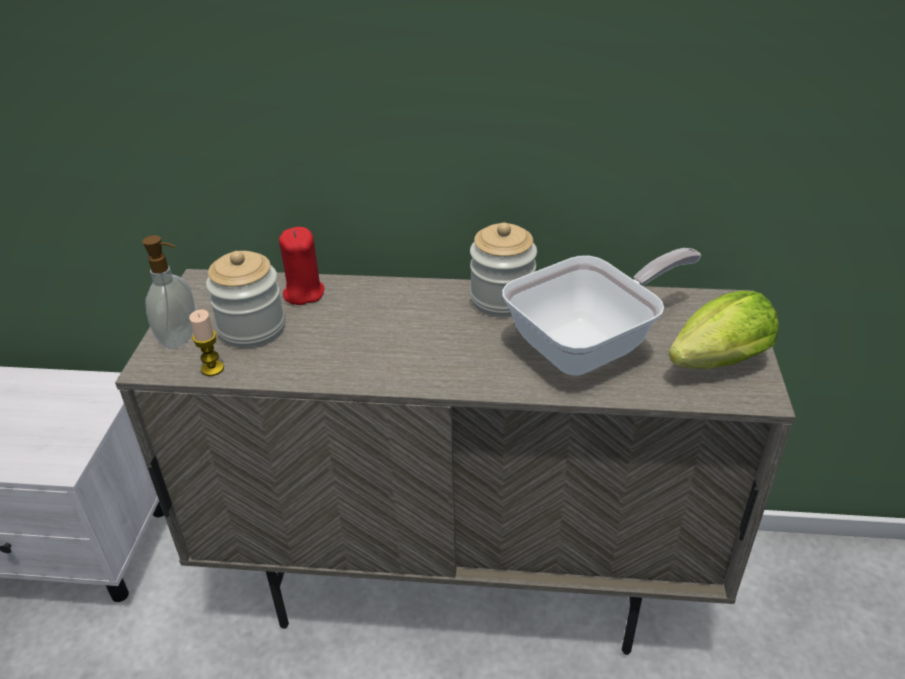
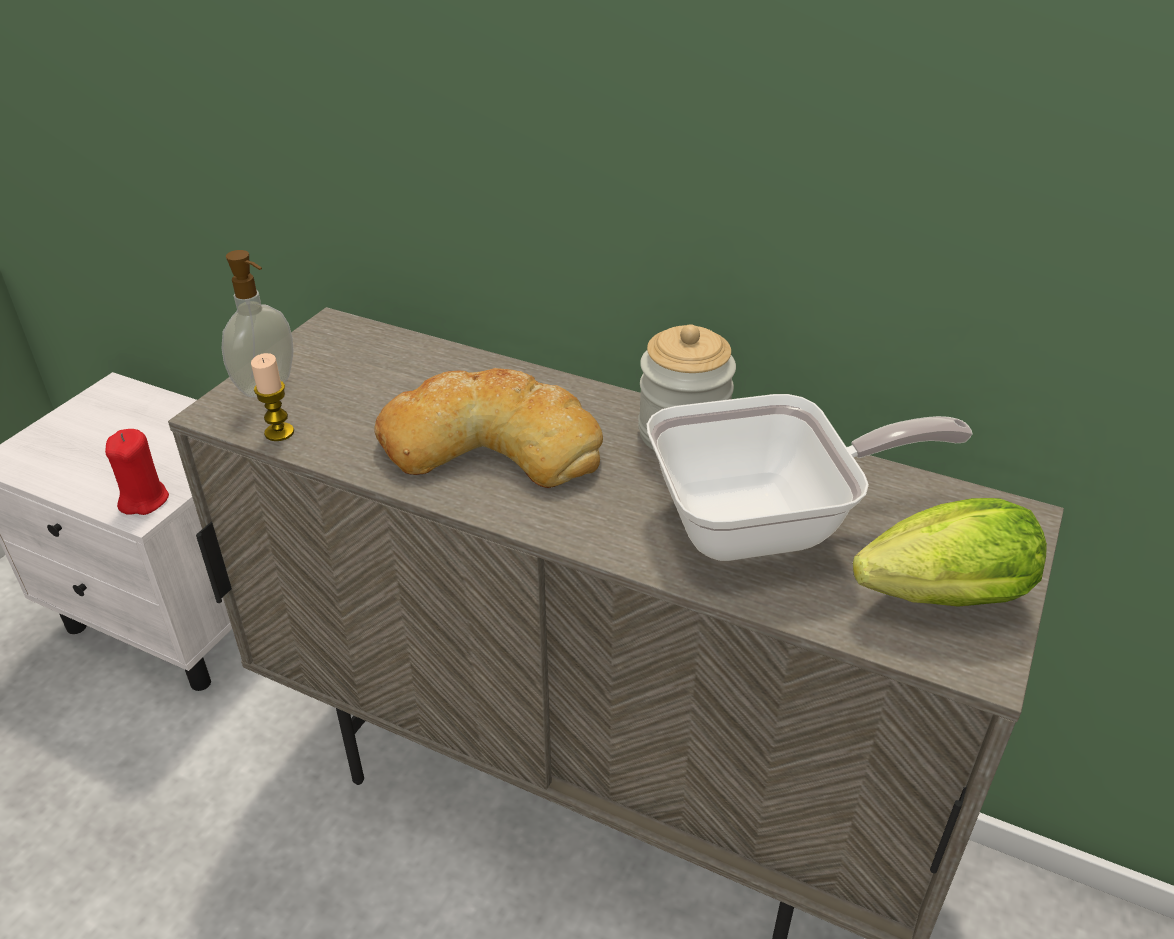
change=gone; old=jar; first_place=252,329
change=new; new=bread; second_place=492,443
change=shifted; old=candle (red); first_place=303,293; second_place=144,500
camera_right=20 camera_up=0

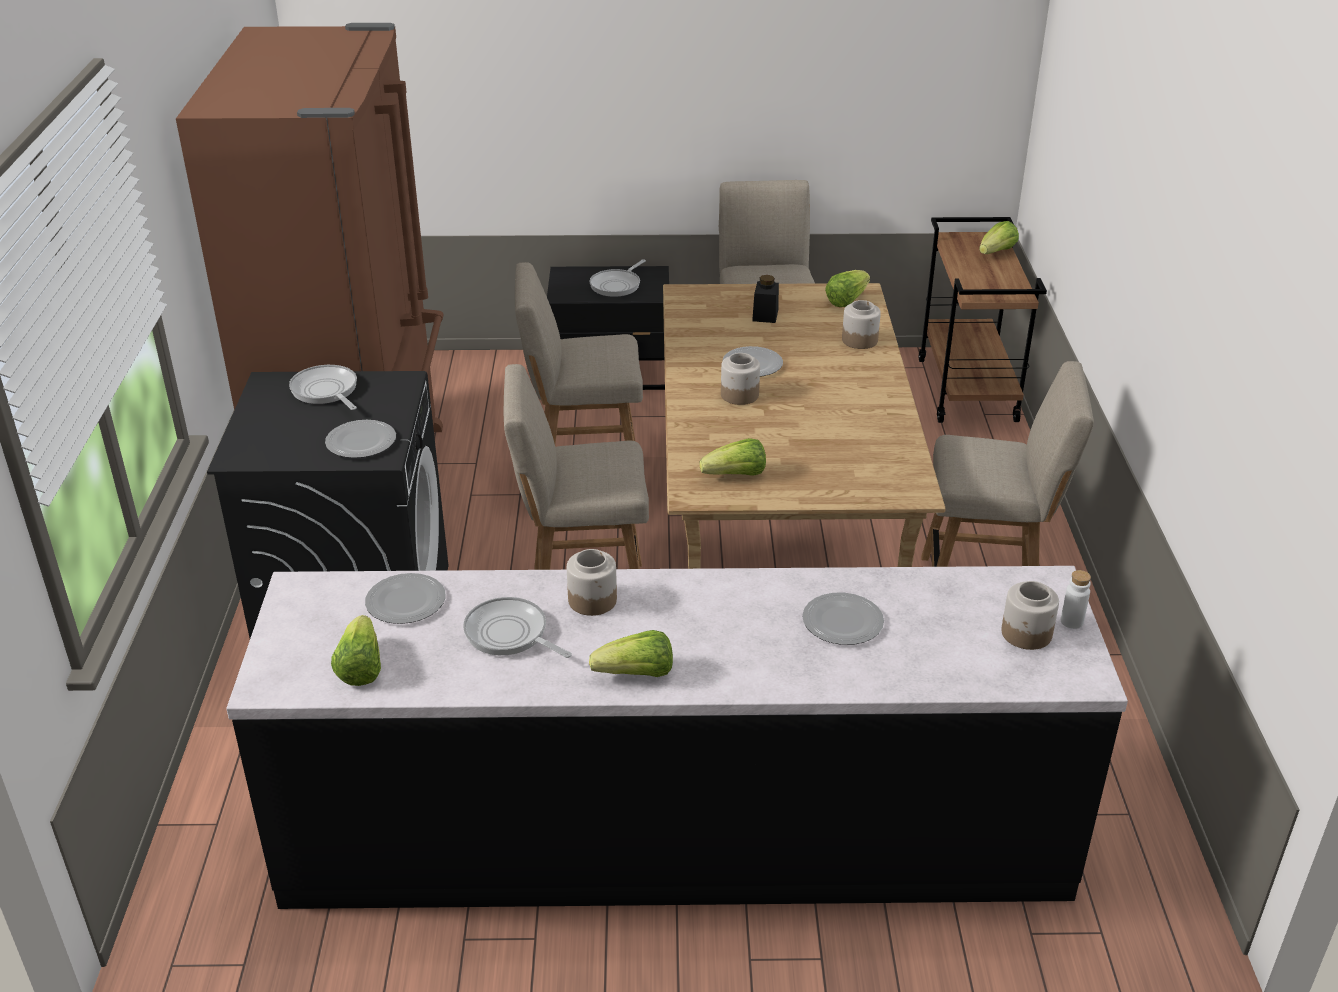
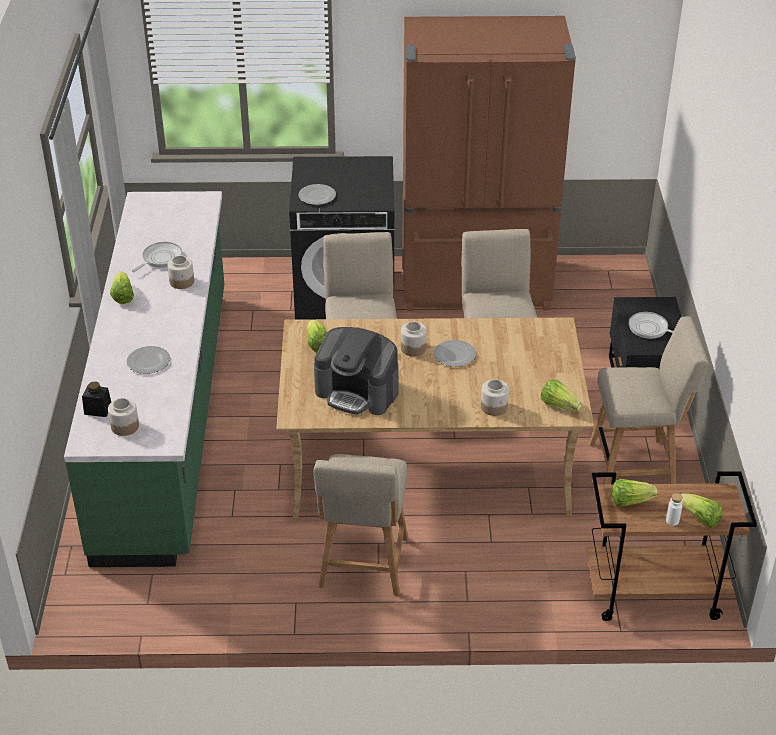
change=gone; old=frying pan; first_place=326,391
change=gone; old=plate; first_place=407,601
change=new; new=coffee machine; second_place=358,391
change=shifted; old=lettuce; first_place=360,667; second_place=630,501
change=shifted; old=jar (black); first_place=765,315; second_place=98,409
change=shifted; old=bottle (white); first_place=1071,621; second_place=672,521
change=repainted; old=counter (black); new=counter (green); first_place=675,831; second_place=167,417
camera_right=90 camera_up=5

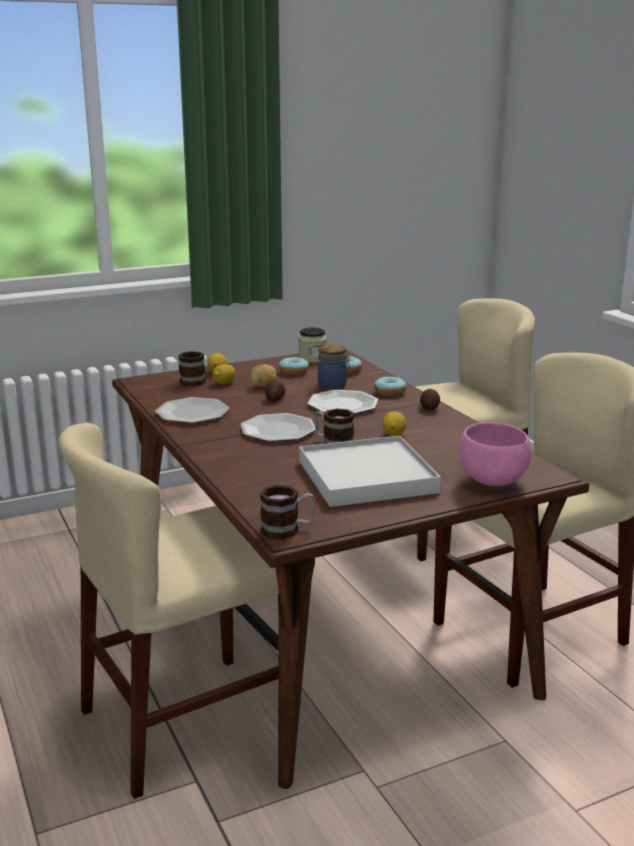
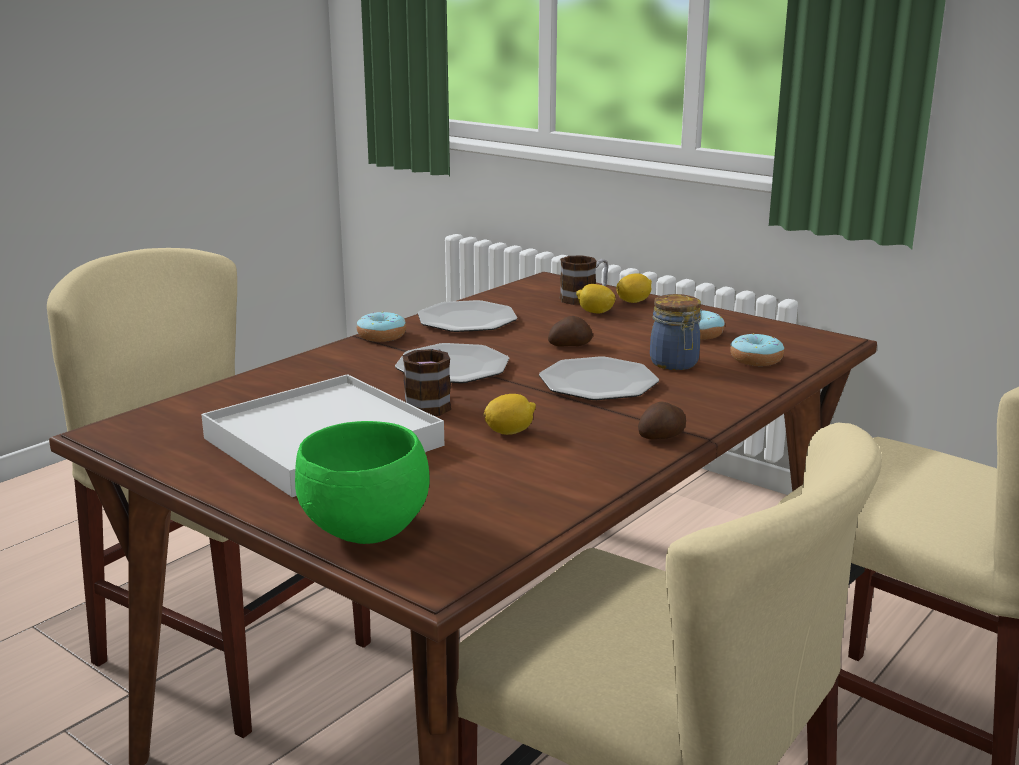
change=gone; old=potato; first_place=264,386
change=gone; old=mug; first_place=288,530
change=gone; old=jar; first_place=312,359
change=shifted; old=donut; first_place=390,392; second_place=381,336
change=repainted; old=bowl (pink); new=bowl (green); first_place=494,482; second_place=367,532
camera_right=65 camera_up=0

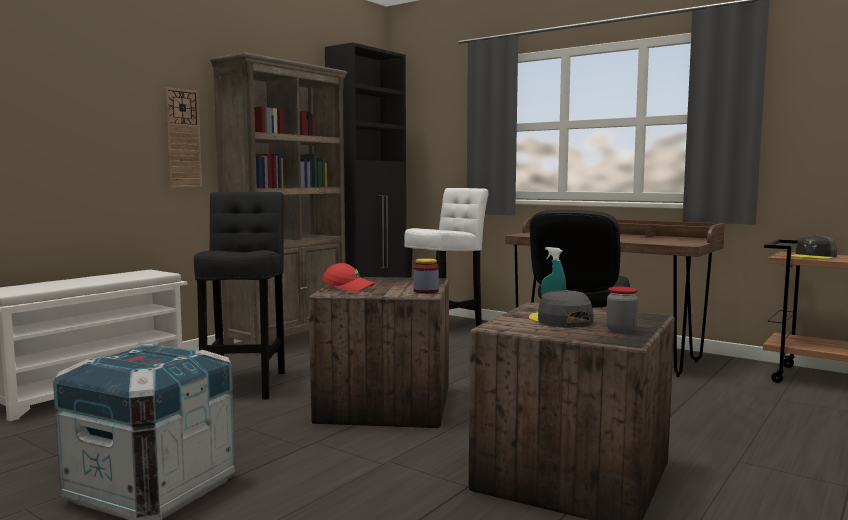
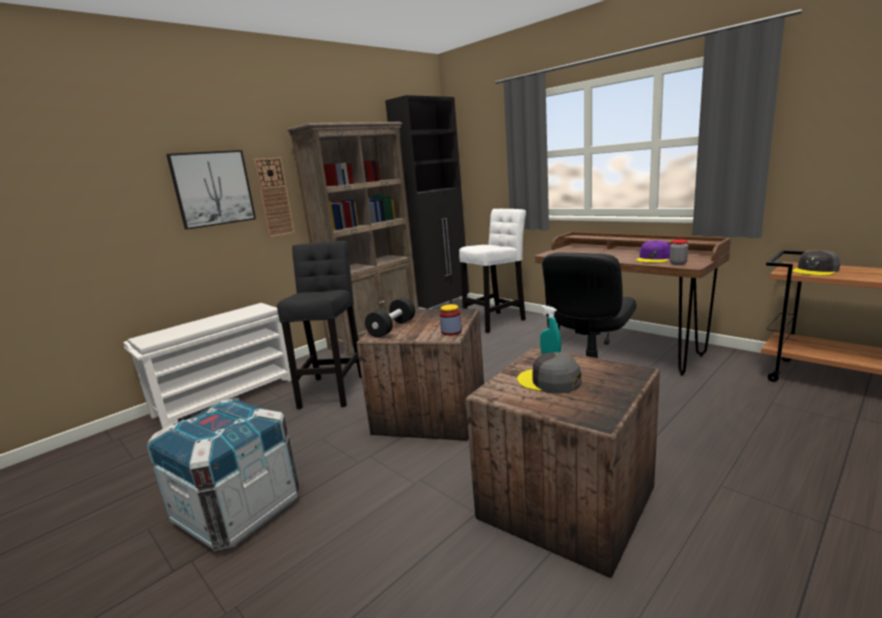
change=new; new=picture; second_place=213,188
change=new; new=cap (purple); second_place=654,259
change=shifted; old=jar; first_place=621,330; second_place=678,263
change=swapped; old=cap (red); new=dumbbell (black); first_place=349,288; second_place=392,328
change=rotated; old=cap (grey); first_place=560,320; second_place=549,381; degrees=-45
camera_right=10 camera_up=10

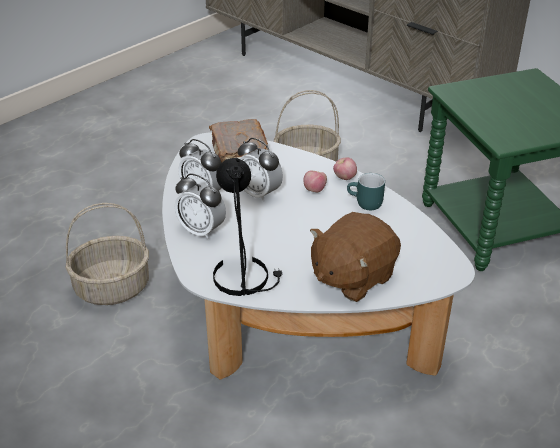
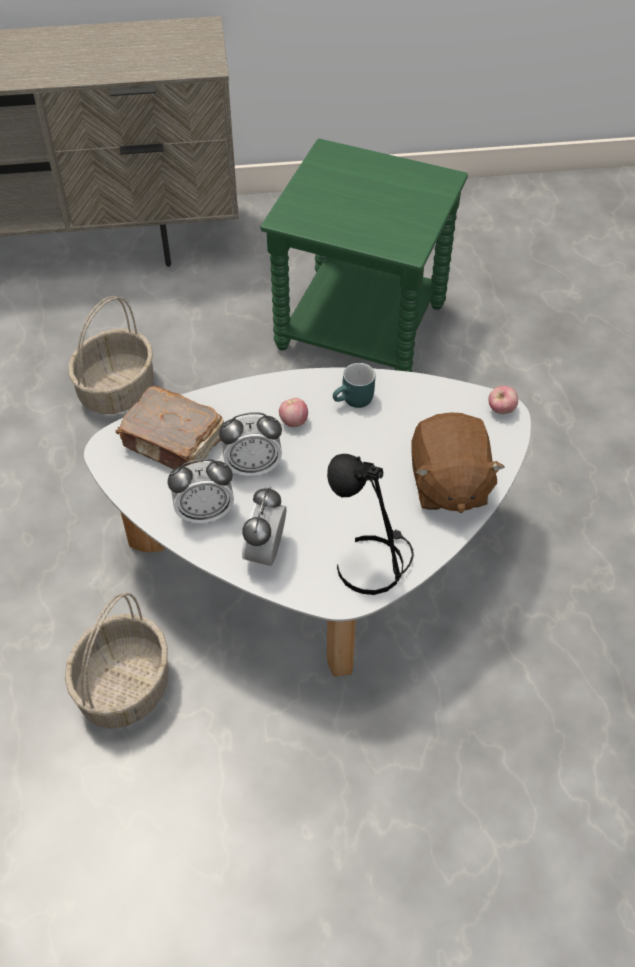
change=shifted; old=apple; first_place=344,178; second_place=501,410
change=rotated; old=alarm clock; first_place=201,231; second_place=265,552; degrees=120
camera_right=-50 camera_up=15

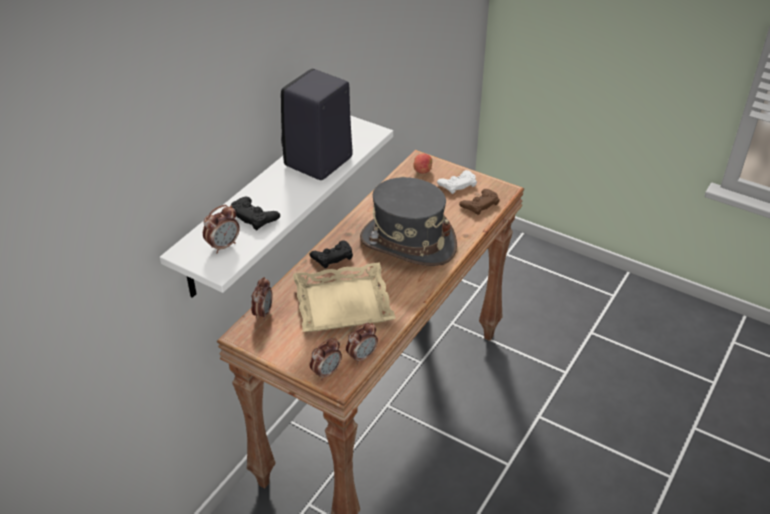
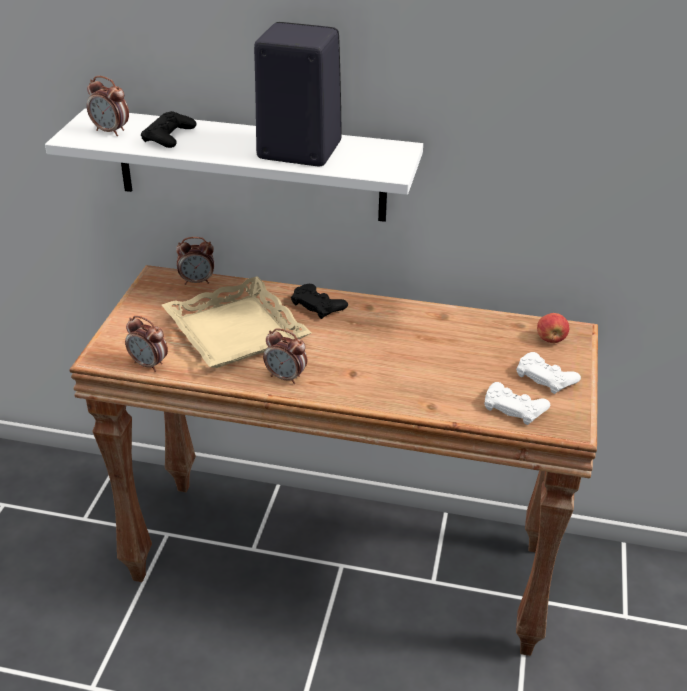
change=gone; old=hat (grey); first_place=407,243
change=shifted; old=alarm clock; first_place=326,372; second_place=286,377
change=repainted; old=game controller (brown); new=game controller (white); first_place=479,204; second_place=514,407
camera_right=70 camera_up=-5

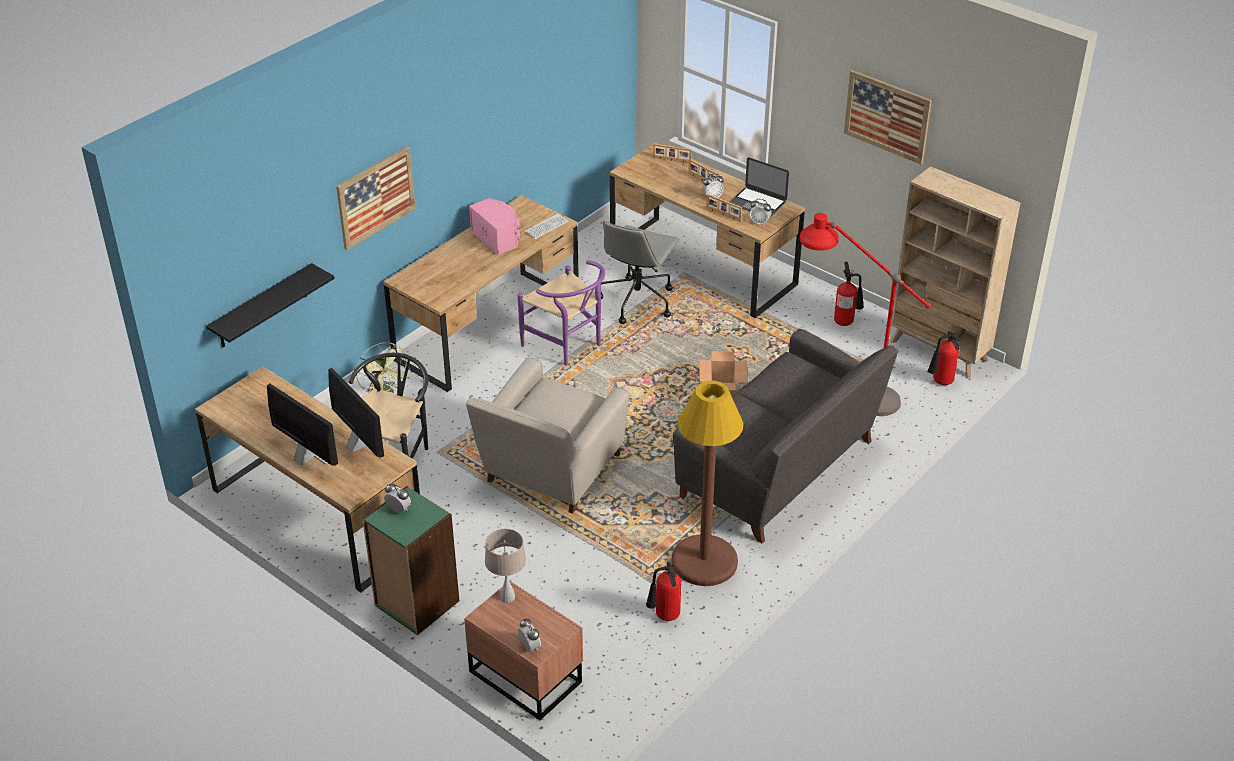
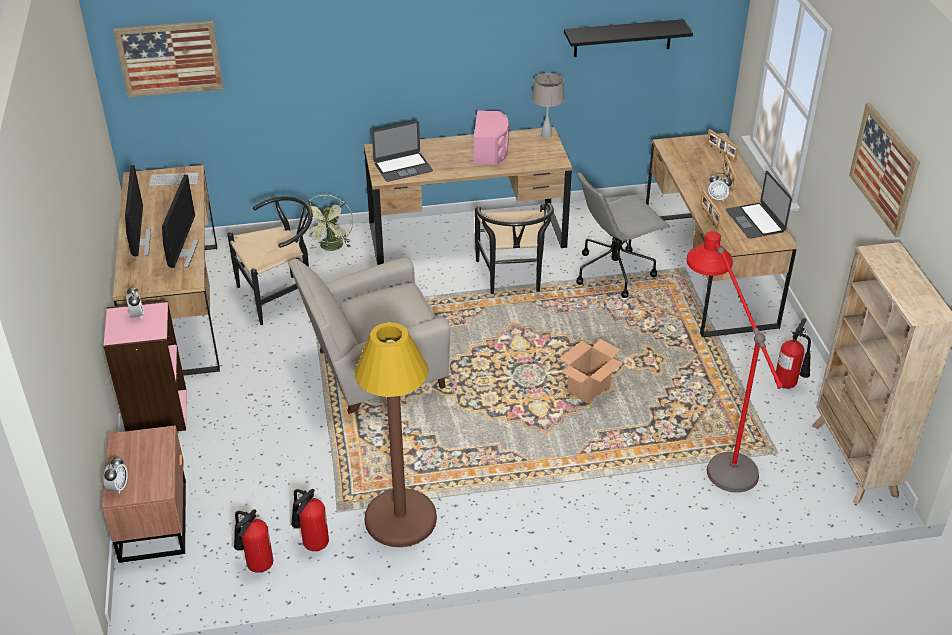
change=gone; old=sofa (grey); first_place=780,470
change=gone; old=alarm clock; first_place=759,222
change=new; new=laptop; second_place=403,167
change=shifted; old=shelf (black); first_place=262,307; second_place=622,38
change=shifted; old=picture; first_place=376,197; second_place=169,58
change=shifted; old=table lamp (beige); first_place=508,597; second_place=546,135
change=shifted; old=keyboard; first_place=546,227; second_place=174,180
change=shifted; old=fire extinguisher; first_place=940,382; second_place=256,565
change=repainted; old=bookcase (green); new=bookcase (pink); first_place=416,604; second_place=156,413
change=repainted; old=chair (purple); new=chair (black); first_place=567,345; second_place=512,279
camera_right=40 camera_up=0

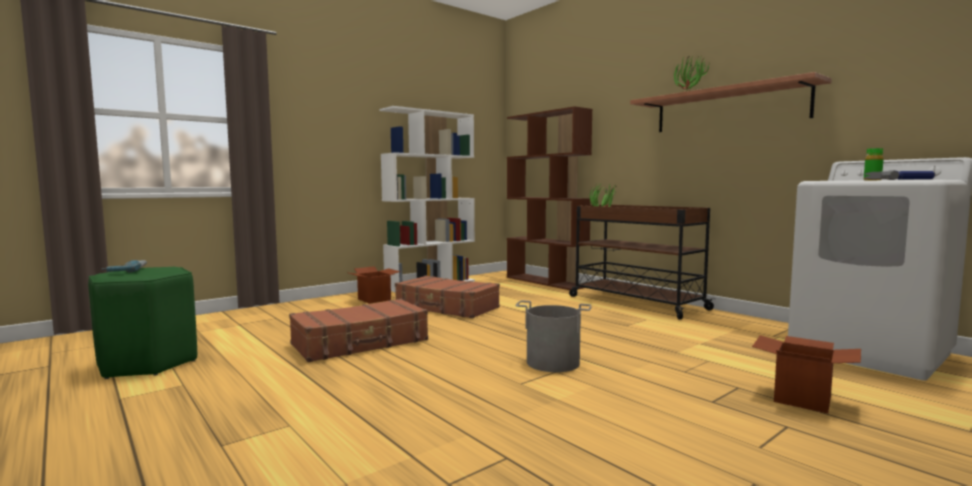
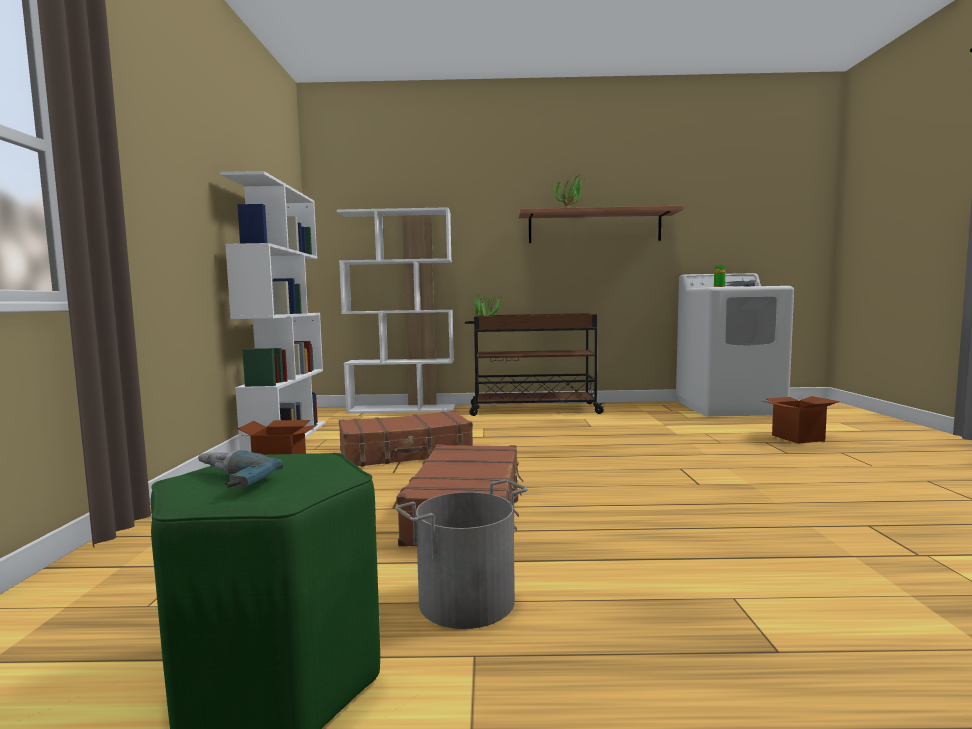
change=shifted; old=bucket (grey); first_place=553,362; second_place=466,600
change=repainted; old=bookcase (brown); new=bookcase (white); first_place=546,282; second_place=402,409
camera_right=-50 camera_up=0

